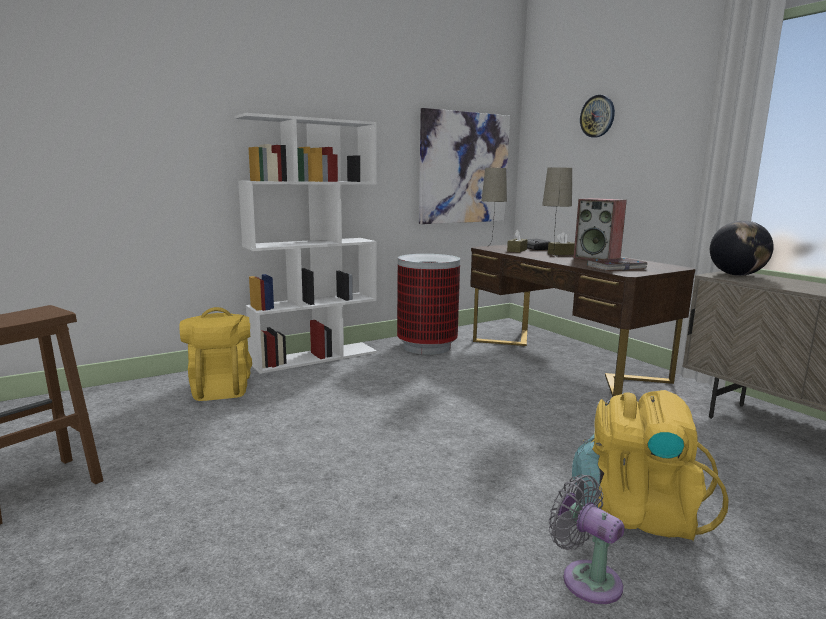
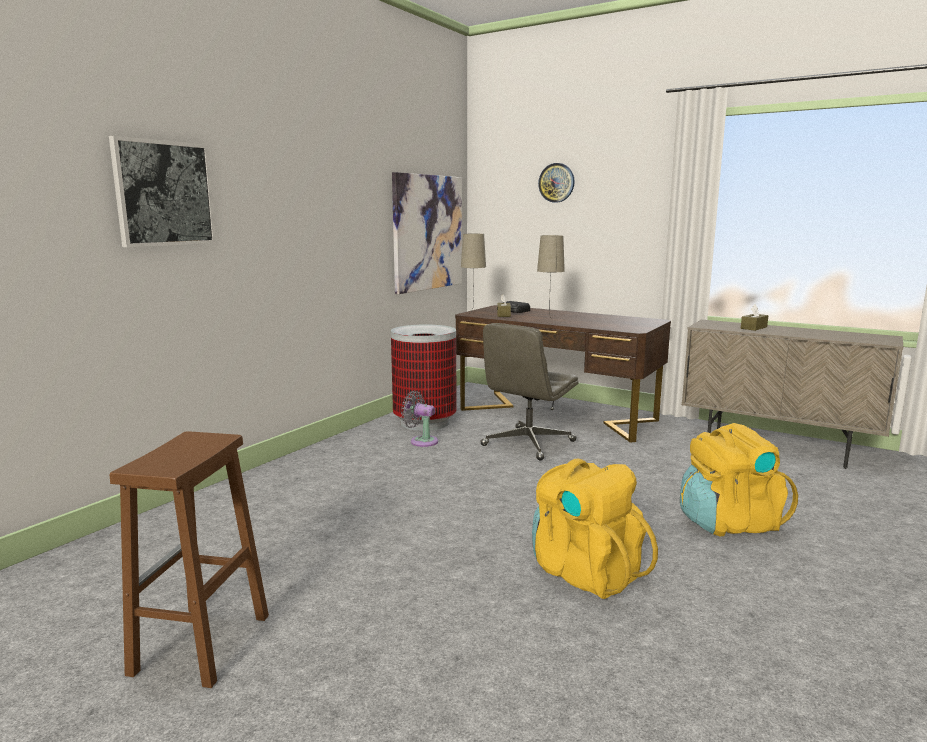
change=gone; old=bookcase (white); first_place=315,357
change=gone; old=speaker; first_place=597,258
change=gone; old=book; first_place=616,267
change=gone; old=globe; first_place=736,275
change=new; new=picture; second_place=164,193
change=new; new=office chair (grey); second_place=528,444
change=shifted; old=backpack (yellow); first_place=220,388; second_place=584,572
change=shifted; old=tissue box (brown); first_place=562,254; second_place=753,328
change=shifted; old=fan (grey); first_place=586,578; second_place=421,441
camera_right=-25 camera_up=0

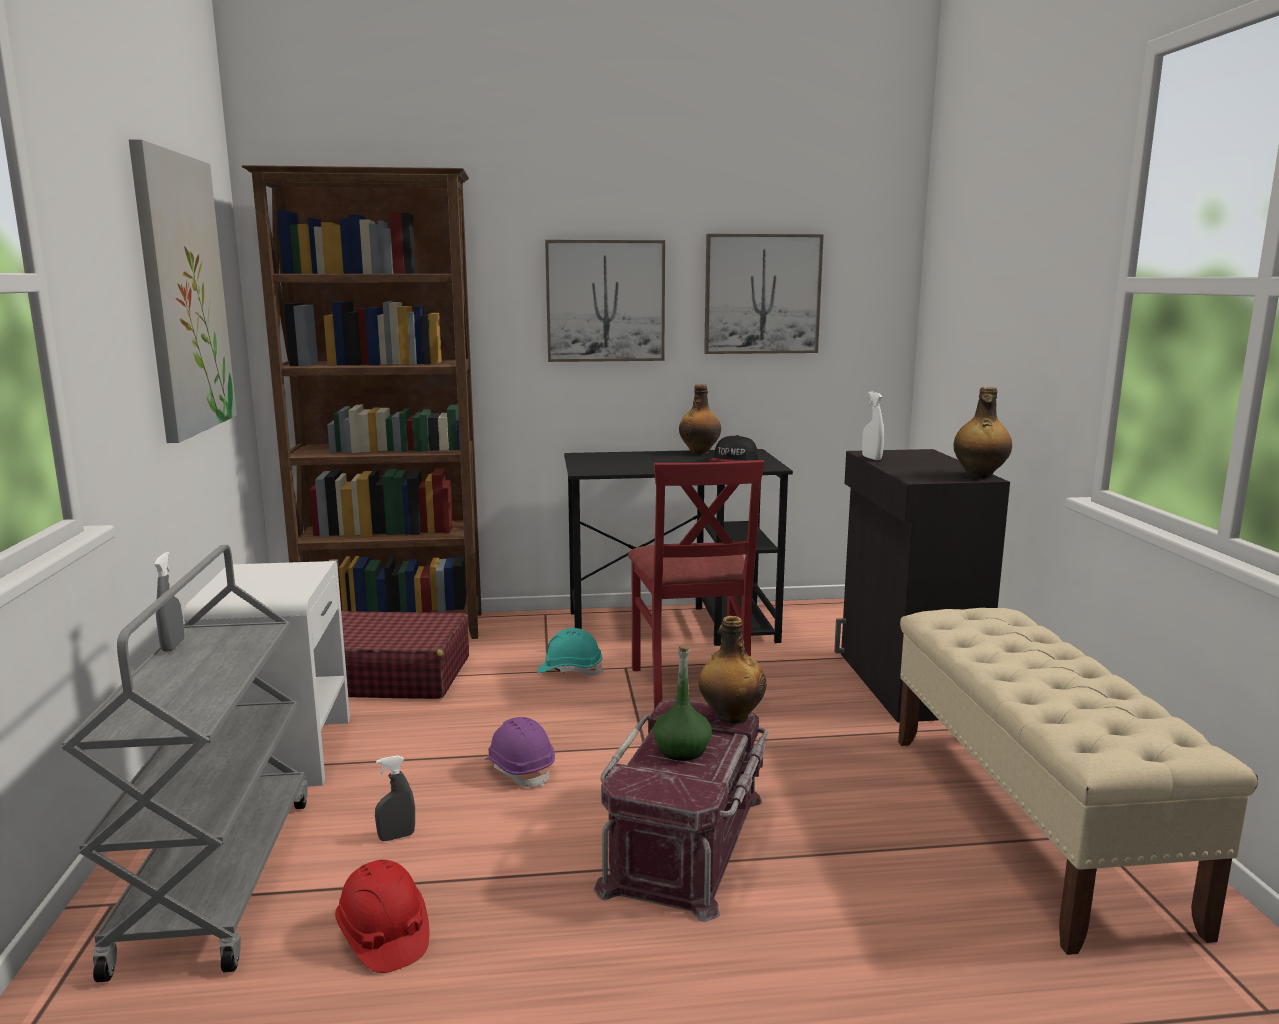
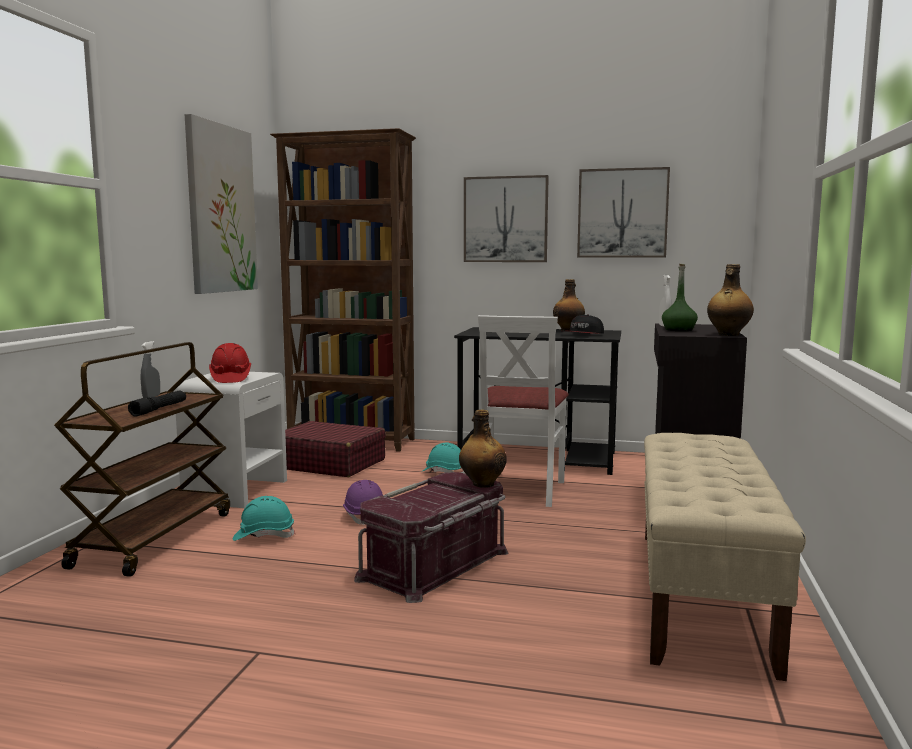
change=new; new=flashlight (black); second_place=159,409
change=shifted; old=hard hat (red); first_place=383,936; second_place=230,379
change=shifted; old=bottle (green); first_place=682,750; second_place=679,330
change=swapped; old=spray bottle (grey); new=hard hat (turquoise); first_place=396,837; second_place=264,536
change=repainted; old=cart (grey); new=cart (brown); first_place=216,878; second_place=154,538
change=repainted; old=chair (red); new=chair (white); first_place=692,686; second_place=520,490
camera_right=20 camera_up=-5

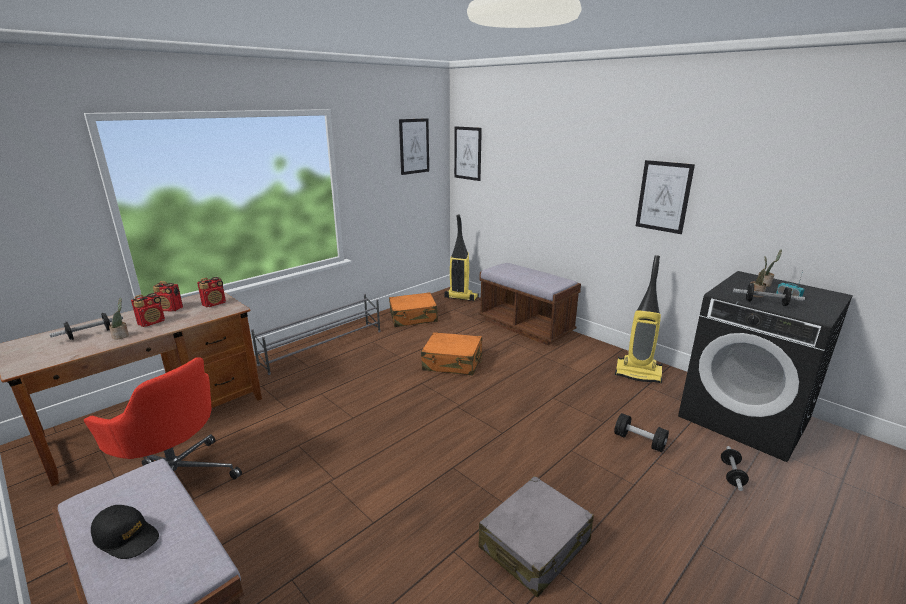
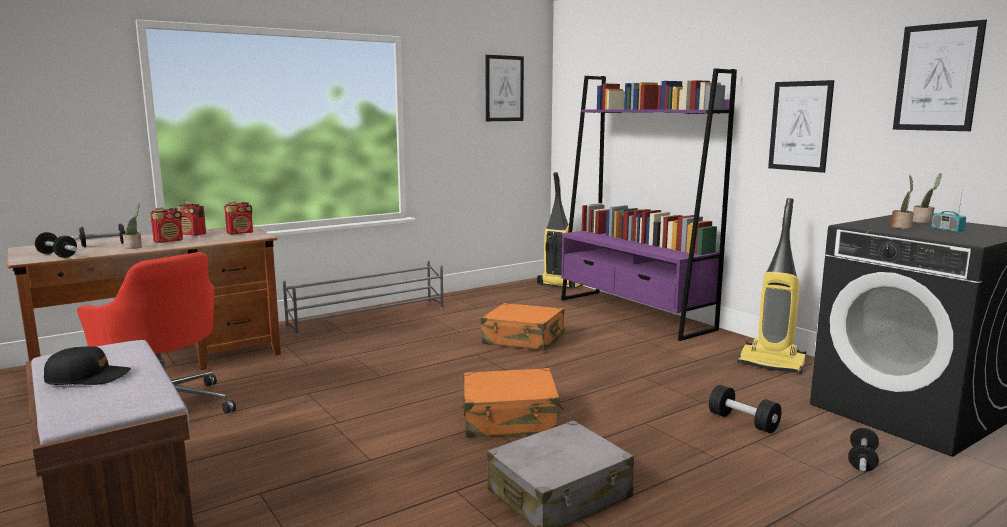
change=shifted; old=suitcase (orange); first_place=413,317; second_place=510,419
change=shifted; old=picture; first_place=467,153; second_place=937,77
change=shifted; old=dumbbell; first_place=765,303; second_place=57,255
change=swapped; old=bench (brown); new=bookcase (purple); first_place=525,326; second_place=634,314
change=rotated; old=cap (black); first_place=127,537; second_place=88,378; degrees=-45
camera_right=10 camera_up=-10

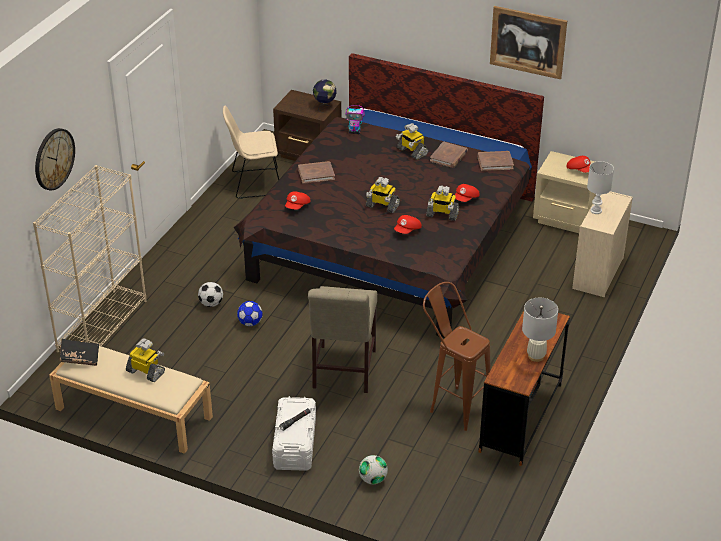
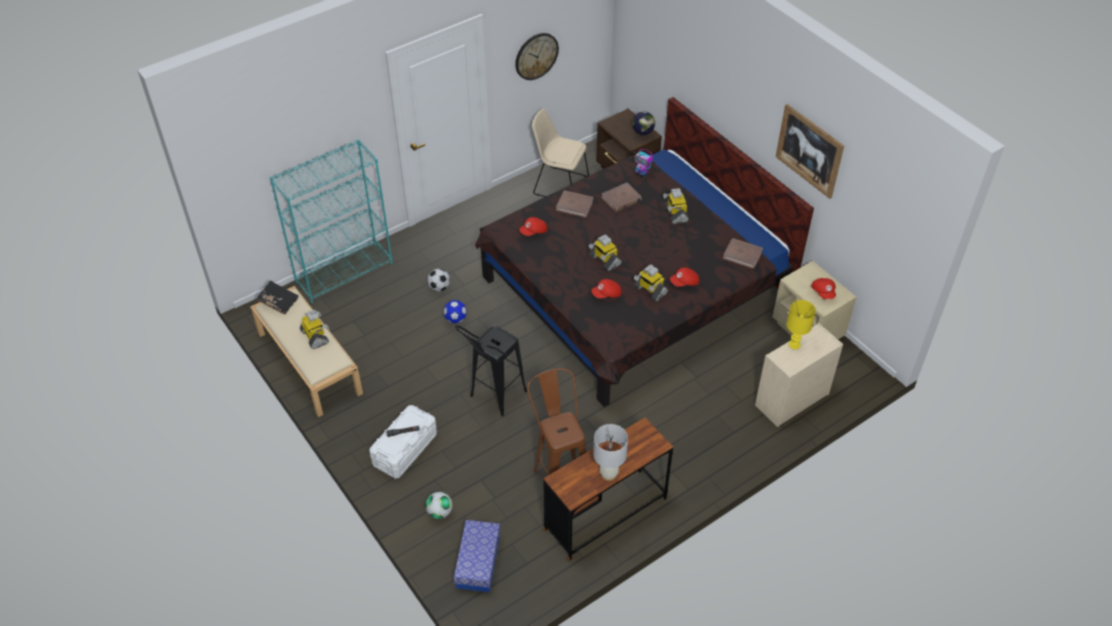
change=new; new=storage box; second_place=478,562
change=shifted; old=wall clock; first_place=54,159; second_place=536,56
change=shifted; old=book (brown); first_place=448,157; second_place=621,199
change=swapped; old=chair (beige); new=stool (black); first_place=343,372; second_place=493,399
change=repainted; old=bookcase (beige); new=bookcase (turquoise); first_place=102,325; second_place=344,272
change=repainted; old=table lamp (white); new=table lamp (yellow); first_place=595,210; second_place=794,344
camera_right=30 camera_up=10

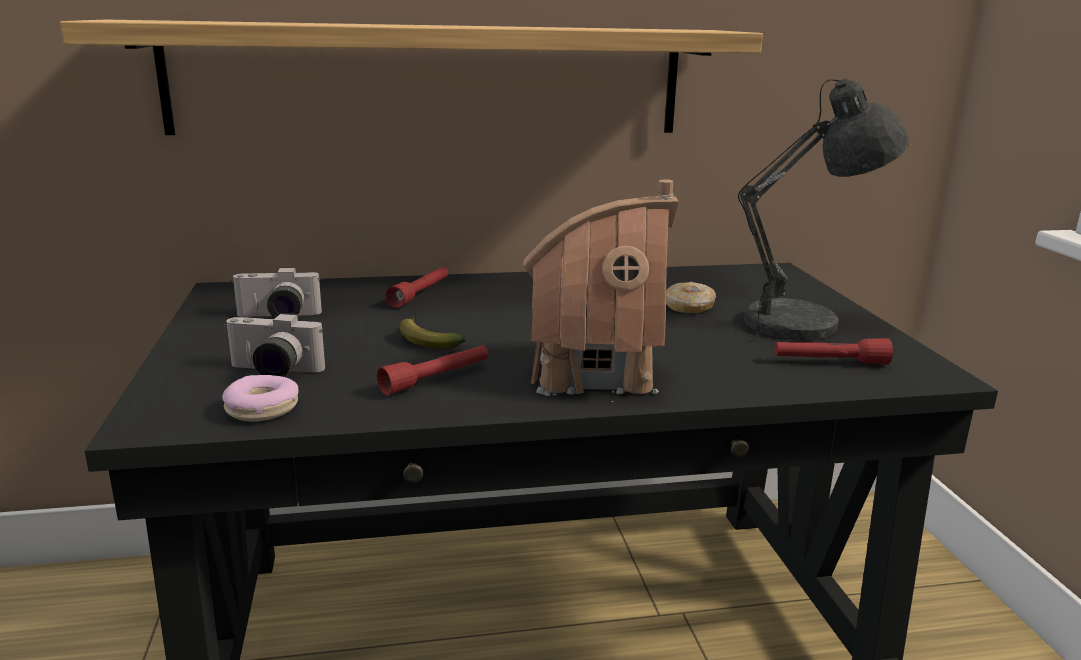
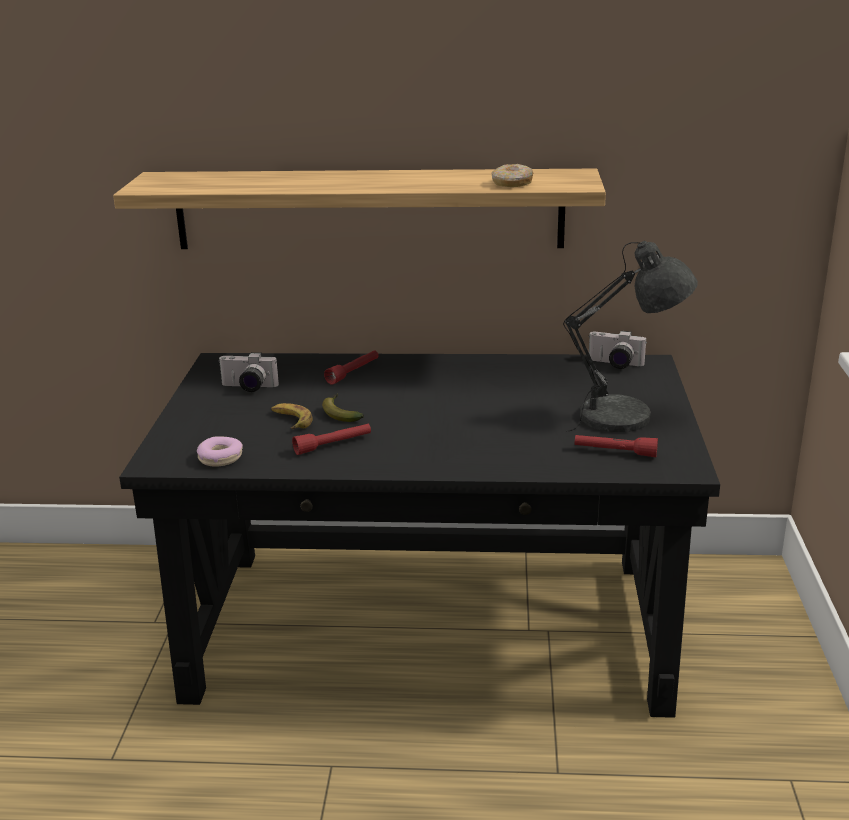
change=gone; old=toy house; first_place=594,371
change=new; new=banana; second_place=290,420
change=shifted; old=photo camera; first_place=272,372; second_place=614,364
change=shifted; old=donut; first_place=689,307; second_place=512,183
camera_right=15 camera_up=5

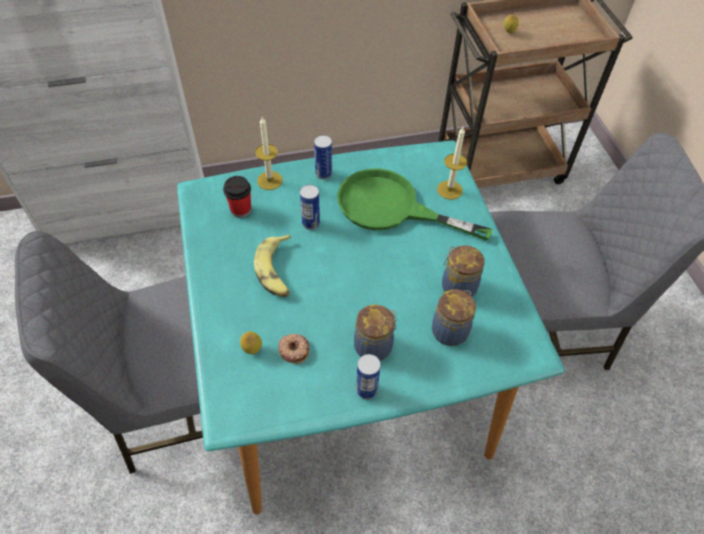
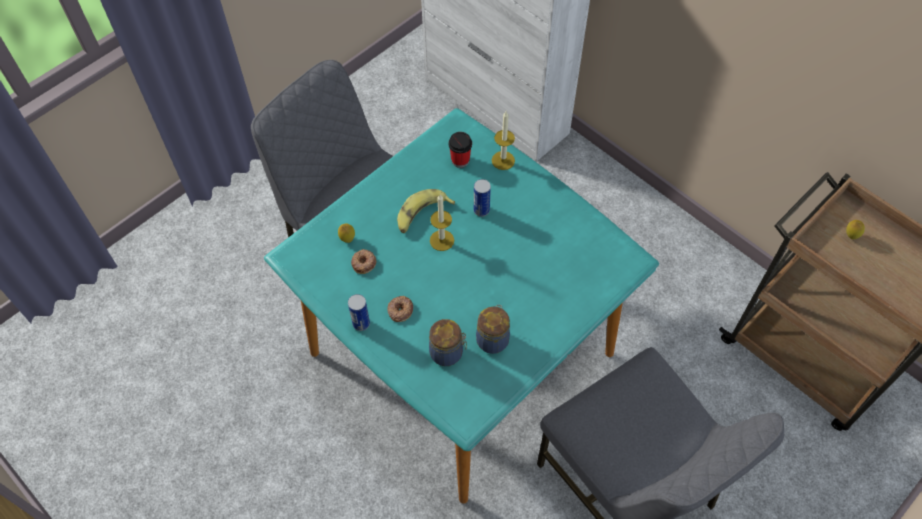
change=gone; old=can; first_place=323,174
change=gone; old=frying pan (green); first_place=391,208
change=shifted; old=candle; first_place=449,190; second_place=442,240
change=swapped; old=jar; new=donut; first_place=374,346; second_place=400,310
camera_right=60 camera_up=5

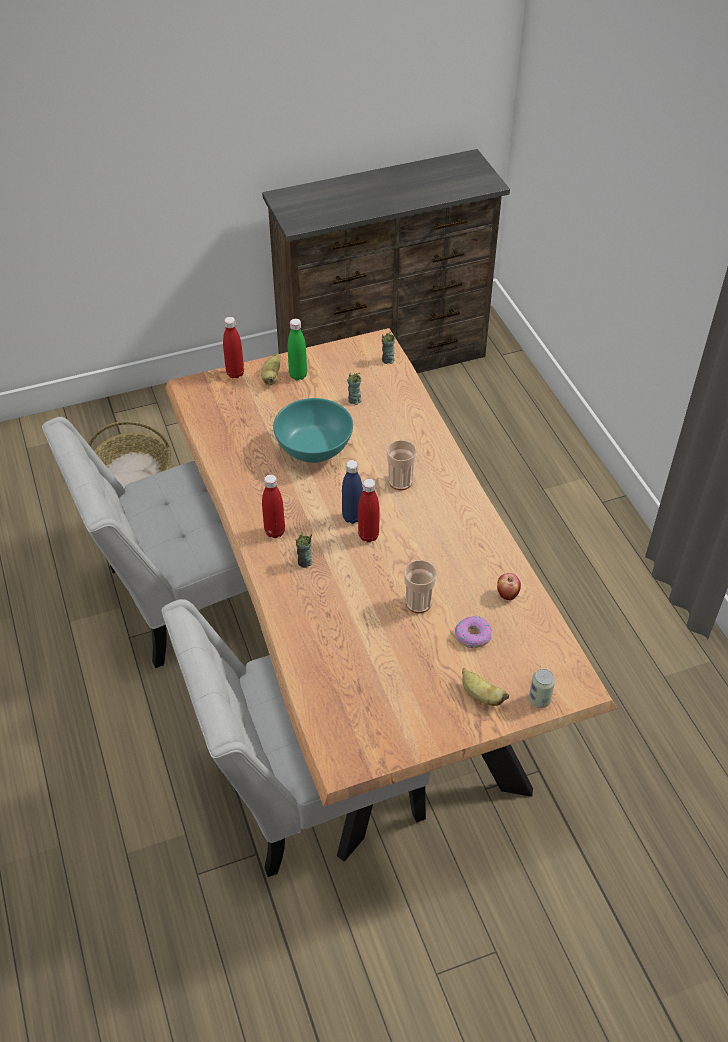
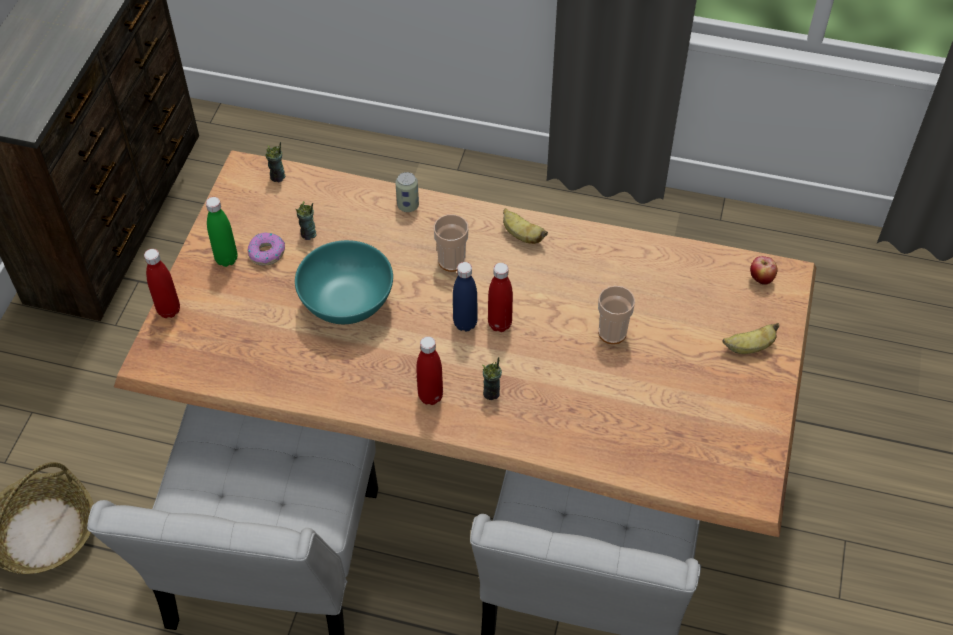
change=shifted; old=banana; first_place=271,377; second_place=521,235
change=shifted; old=donut; first_place=472,635; second_place=266,253
change=shifted; old=apple; first_place=507,594; second_place=761,279
change=shifted; old=can; first_place=539,700; second_place=408,206
camera_right=-55 camera_up=5

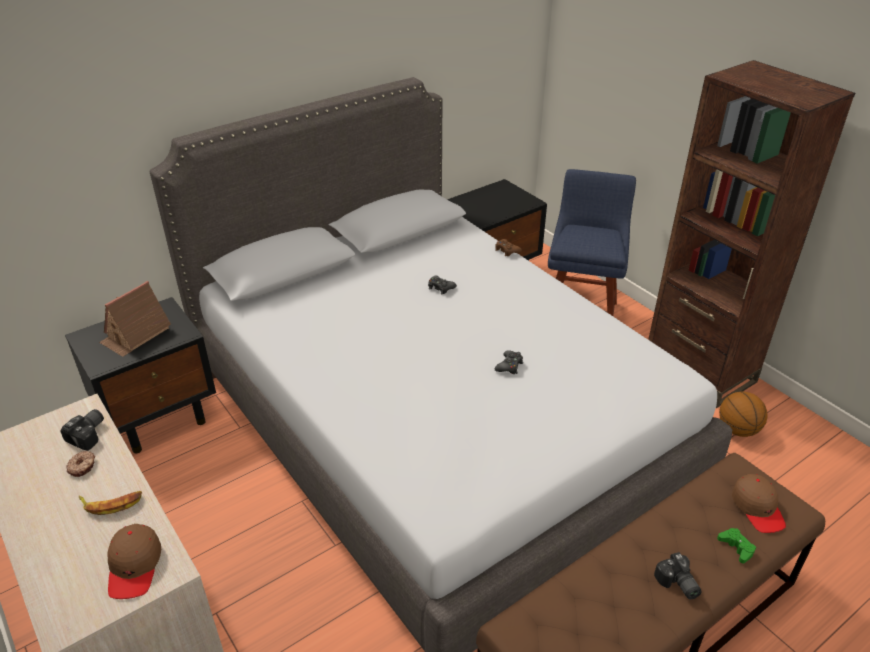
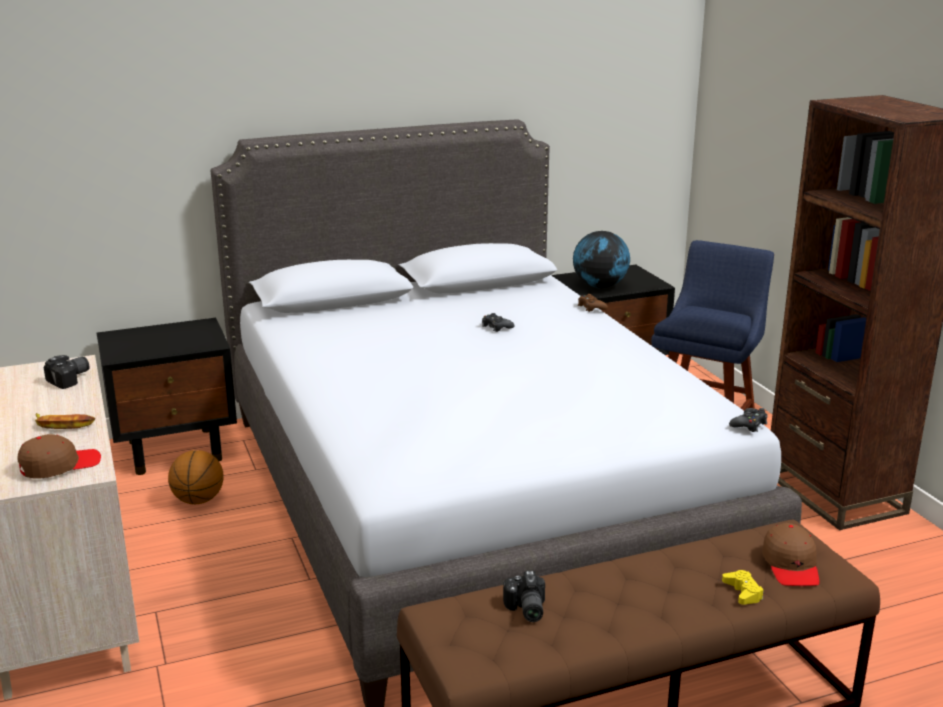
change=gone; old=donut; first_place=83,467
change=gone; old=toy house; first_place=136,334
change=new; new=globe; second_place=600,286
change=shifted; old=game controller (black); first_place=509,366; second_place=749,425
change=shifted; old=photo camera; first_place=677,584; second_place=525,609
change=shifted; old=basketball; first_place=737,430; second_place=198,500
change=repainted; old=game controller (green); new=game controller (yellow); first_place=736,547; second_place=743,592
change=rotated; old=cap (brown); first_place=135,566; second_place=59,465; degrees=-135
camera_right=15 camera_up=-15

